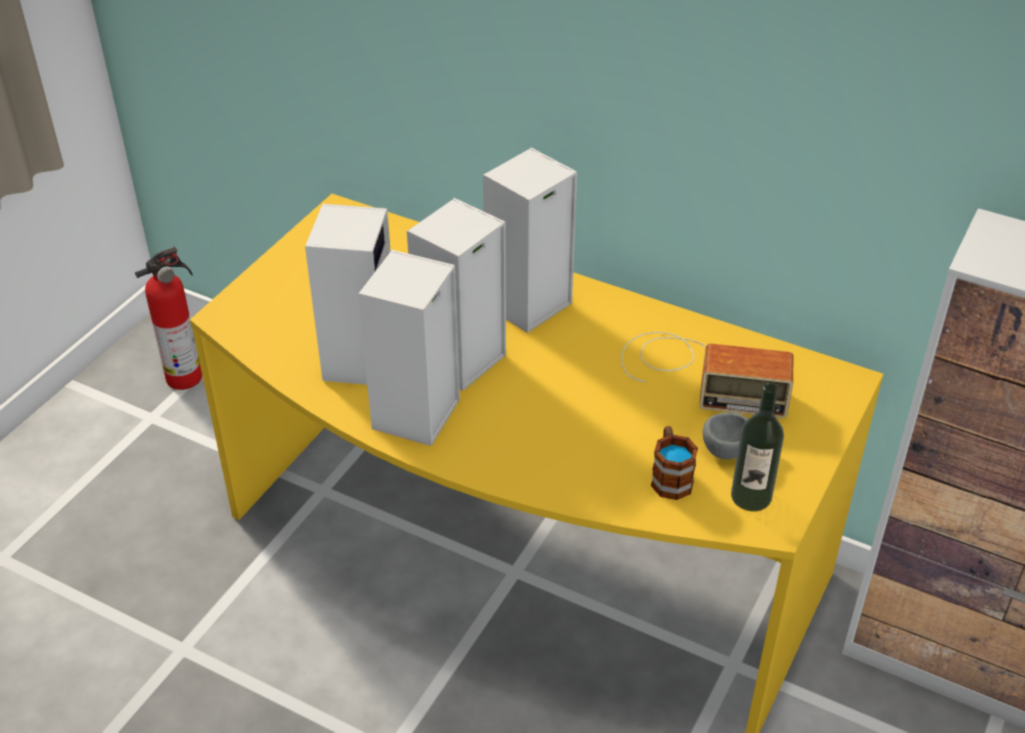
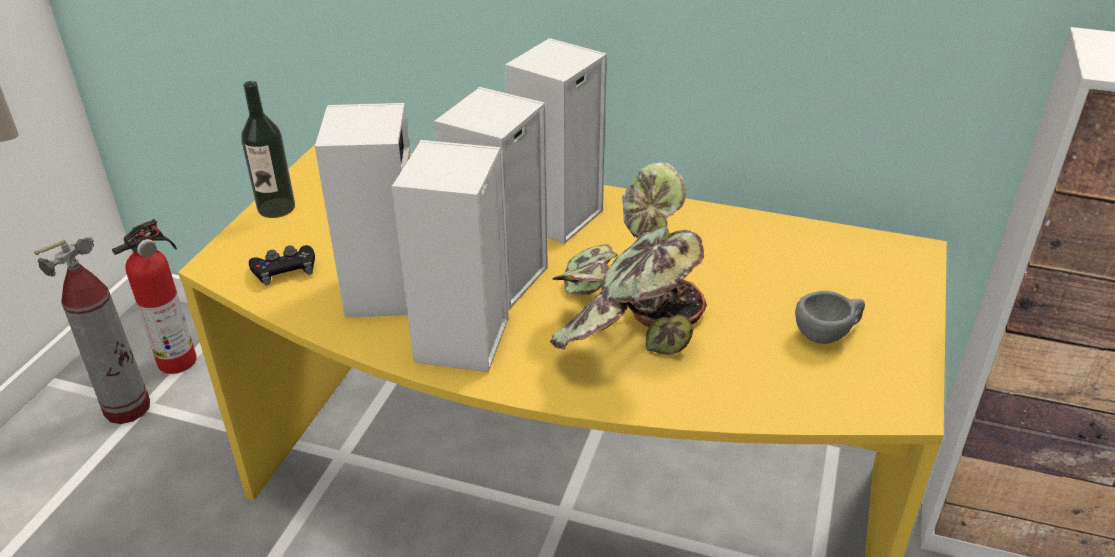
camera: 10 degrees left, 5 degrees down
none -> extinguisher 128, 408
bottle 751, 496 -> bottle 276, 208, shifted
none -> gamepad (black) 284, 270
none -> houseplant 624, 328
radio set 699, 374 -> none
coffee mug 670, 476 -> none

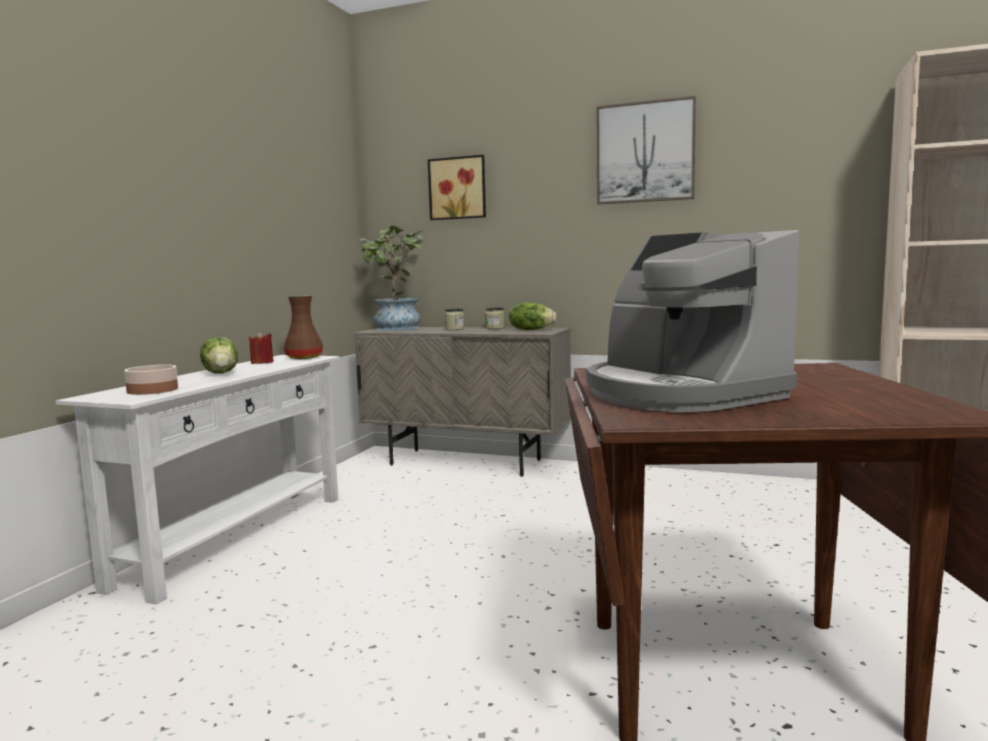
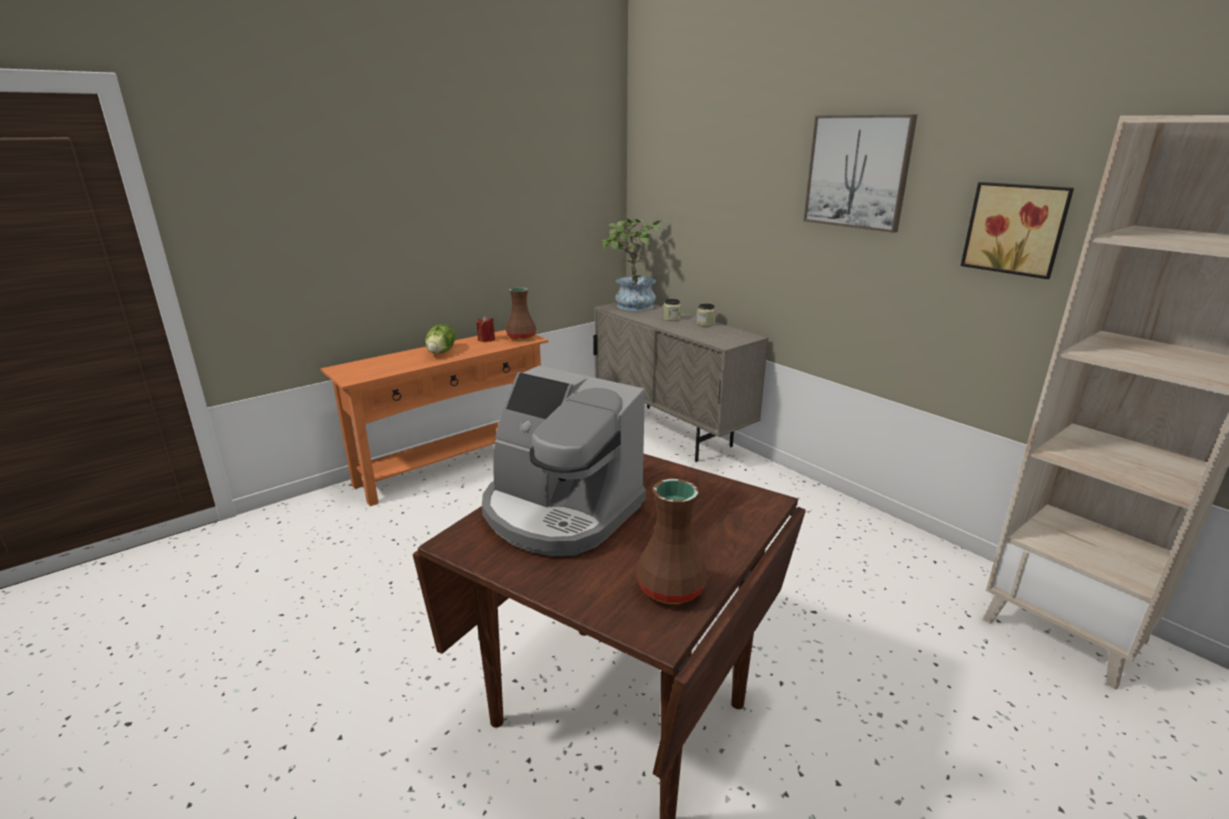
camera: 30 degrees right, 15 degrees up
hall table (white-coloured) 235, 538 -> hall table (orange-coloured) 453, 464
coffee brewer 679, 393 -> coffee brewer 559, 512, 60 degrees counterclockwise
none -> vase (brownish) 672, 589
wall art 458, 188 -> wall art 1016, 229, shifted
bowl 152, 390 -> none
lettuce 531, 330 -> none

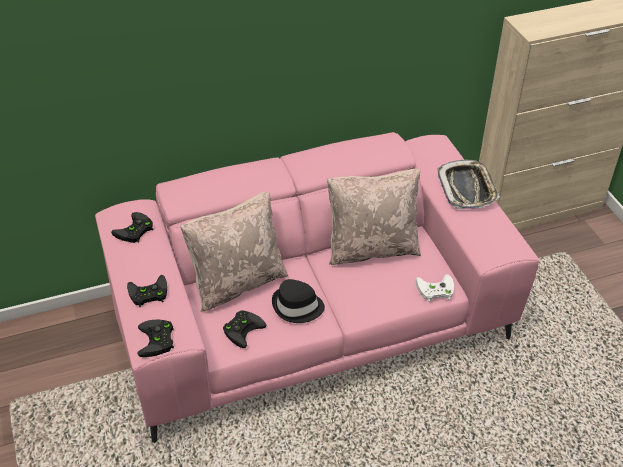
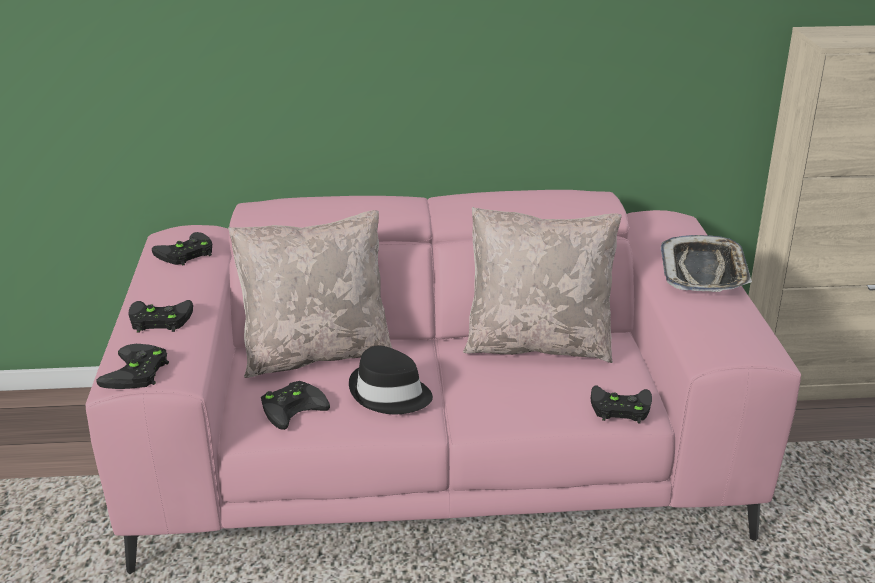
camera: 15 degrees right, 15 degrees down
gamepad (white-coloured) 434, 290 -> gamepad (black) 618, 408

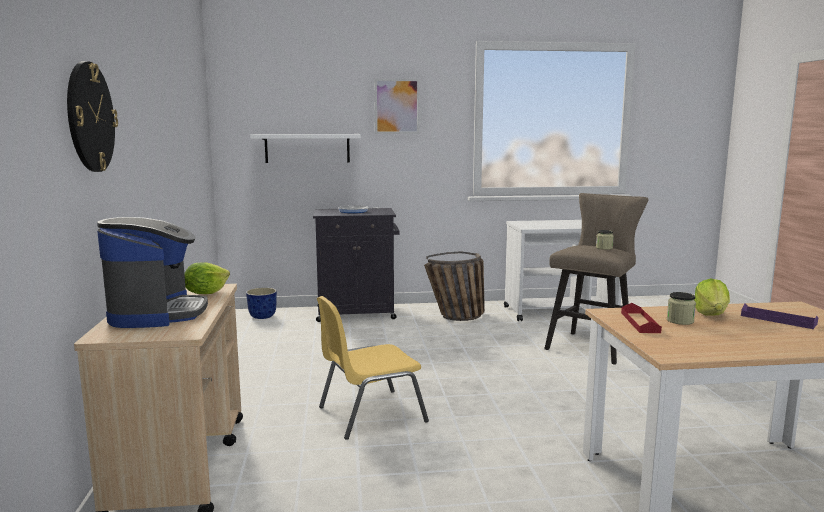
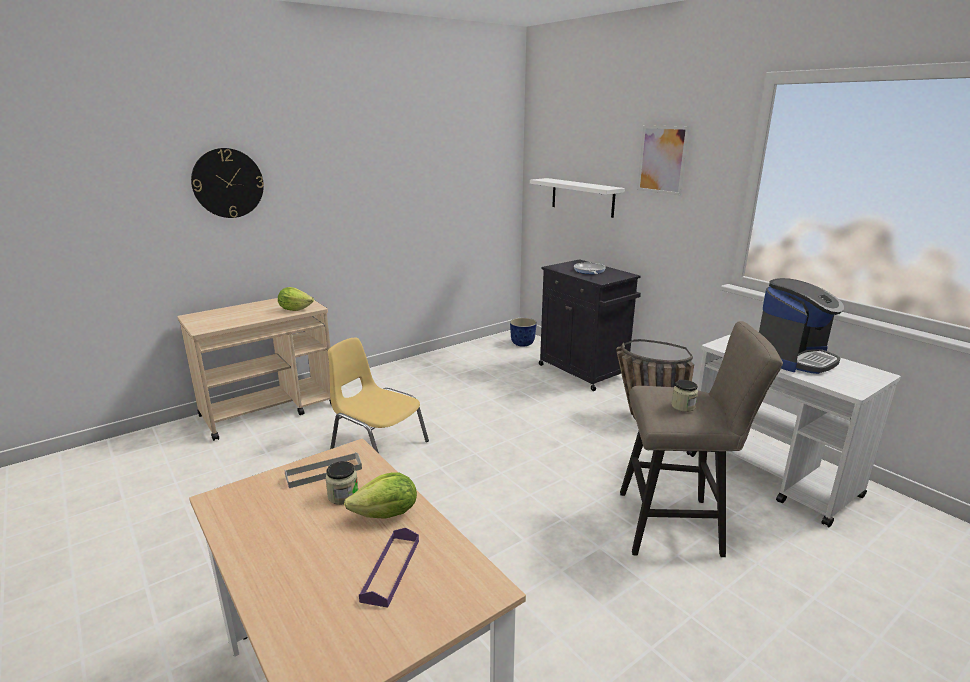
camera: 60 degrees right, 10 degrees up
tray (reddish) 640, 322 -> tray (grey) 324, 472
coffee brewer 157, 313 -> coffee brewer 794, 358, shifted

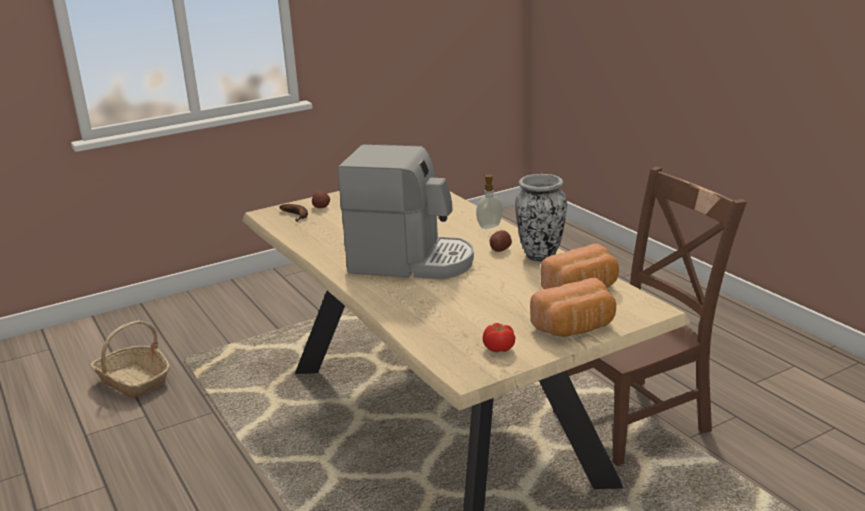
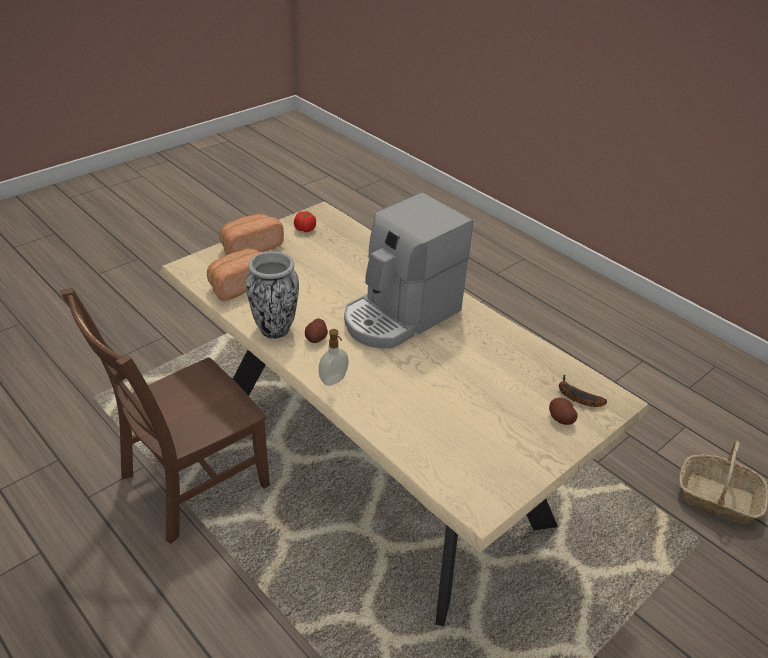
camera: 165 degrees right, 15 degrees up
coffee brewer 411, 262 -> coffee brewer 400, 316, 45 degrees counterclockwise

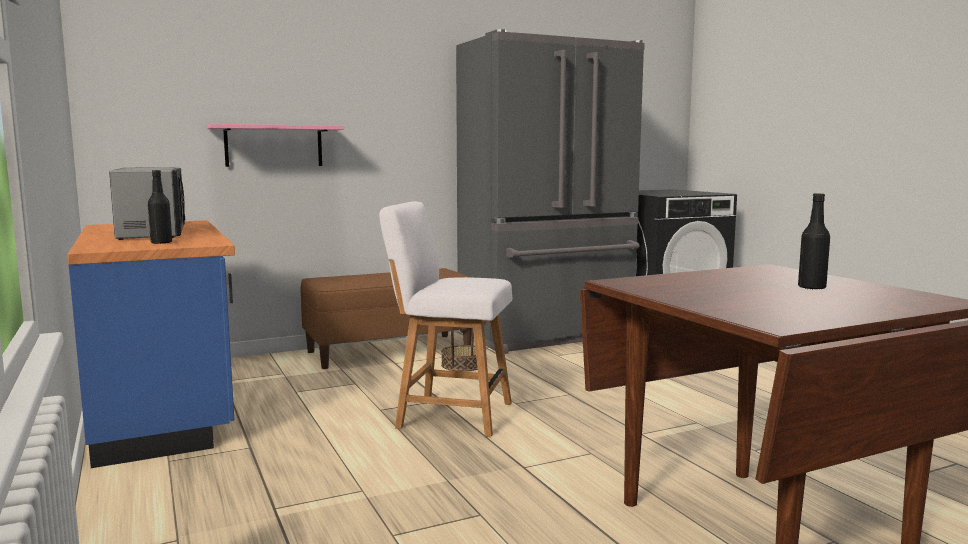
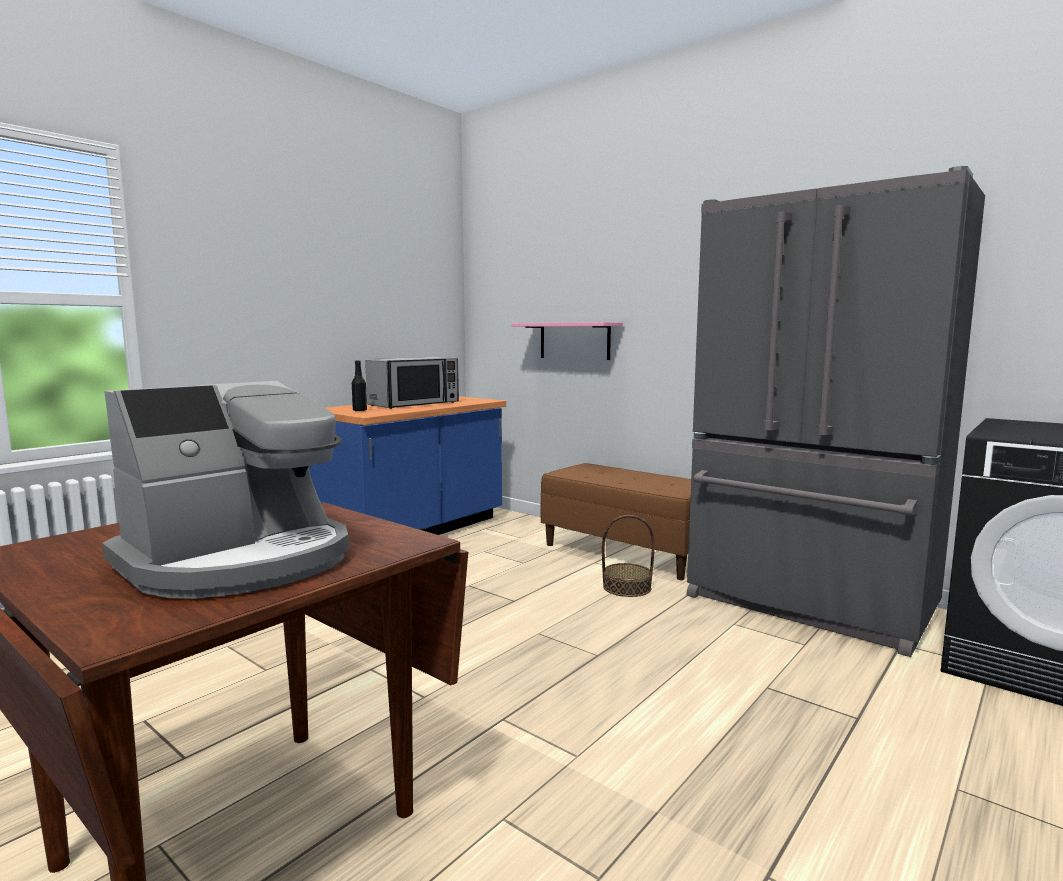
camera: 65 degrees right, 0 degrees up
bottle (black) 811, 288 -> coffee brewer 240, 561
plain chair (white-coloured) 449, 414 -> none

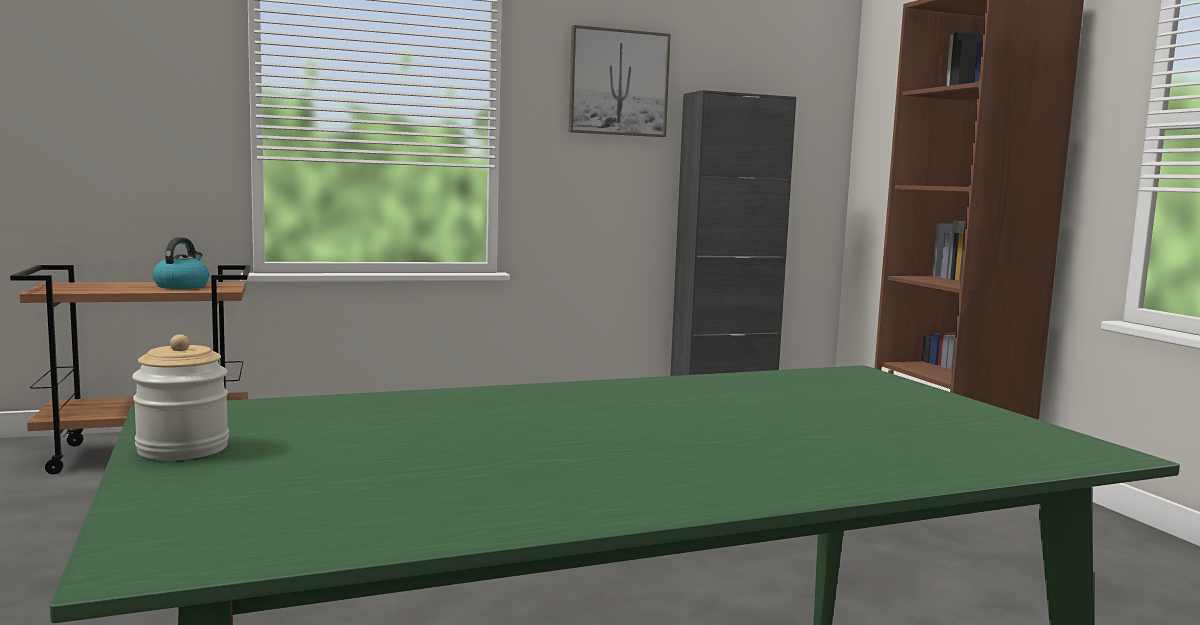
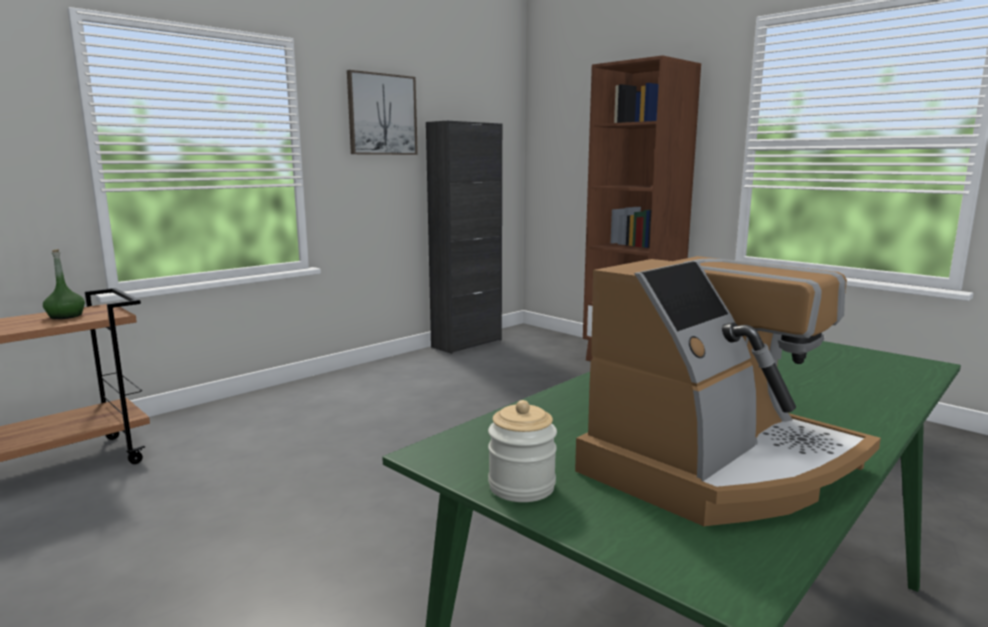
camera: 25 degrees left, 5 degrees up
water kettle 182, 286 -> bottle (greenish) 65, 316
none -> coffee brewer 719, 466

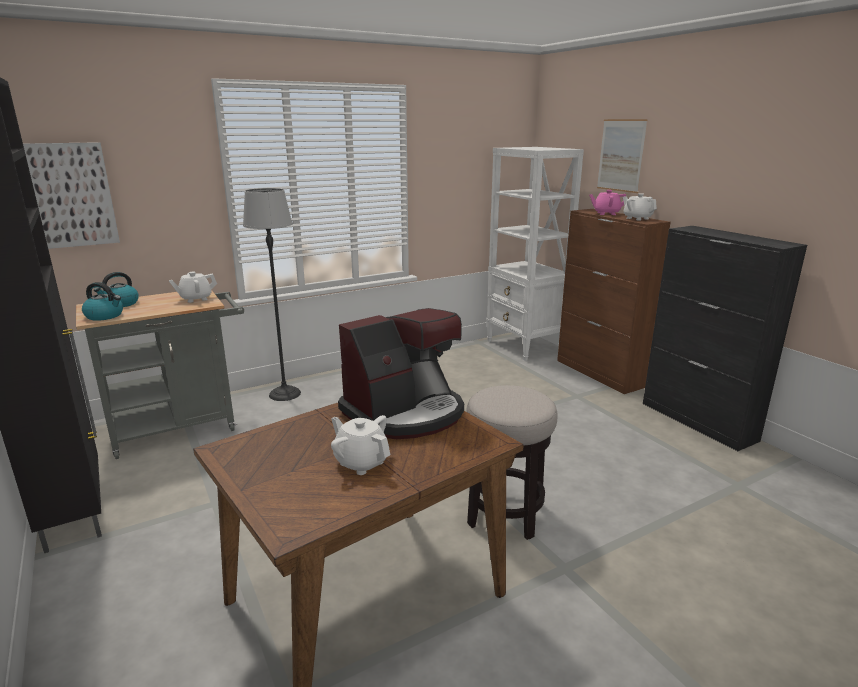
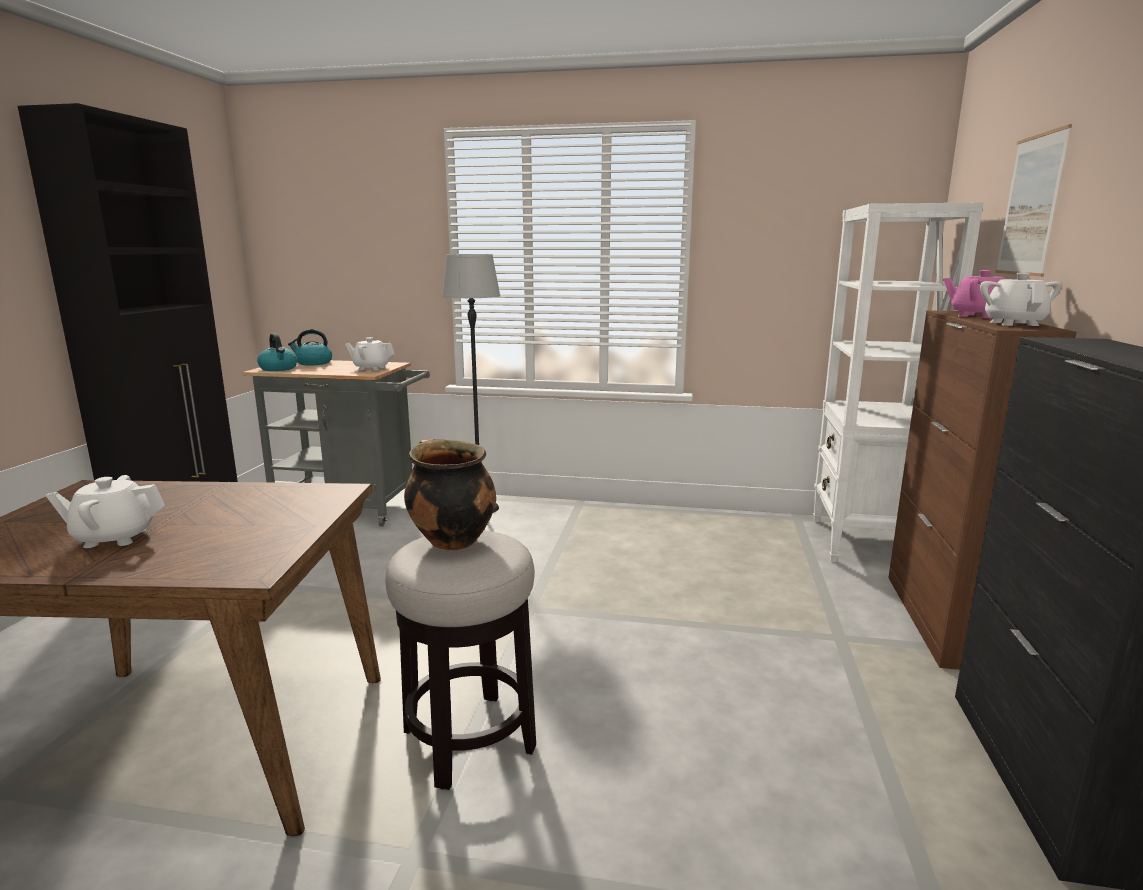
camera: 40 degrees right, 5 degrees down
teapot (white-coloured) 361, 462 -> teapot (white-coloured) 114, 537, 90 degrees counterclockwise
none -> stockpot 451, 541
wall art 73, 195 -> none
coffee brewer 405, 413 -> none

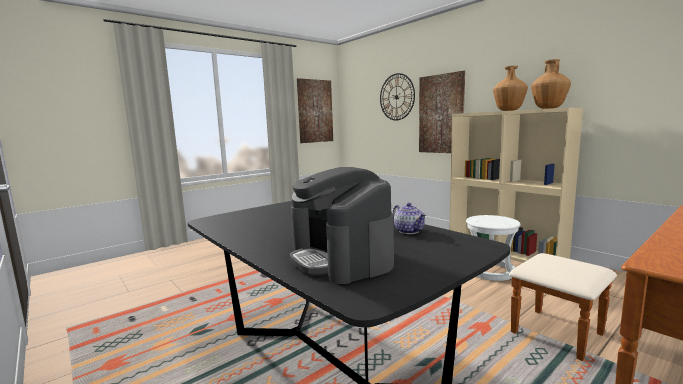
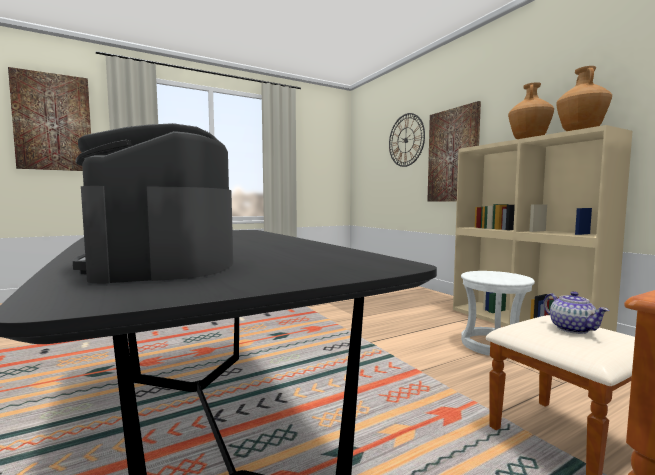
camera: 10 degrees right, 5 degrees down
wall art 315, 111 -> wall art 53, 122, shifted
teapot 409, 231 -> teapot 572, 329, shifted

